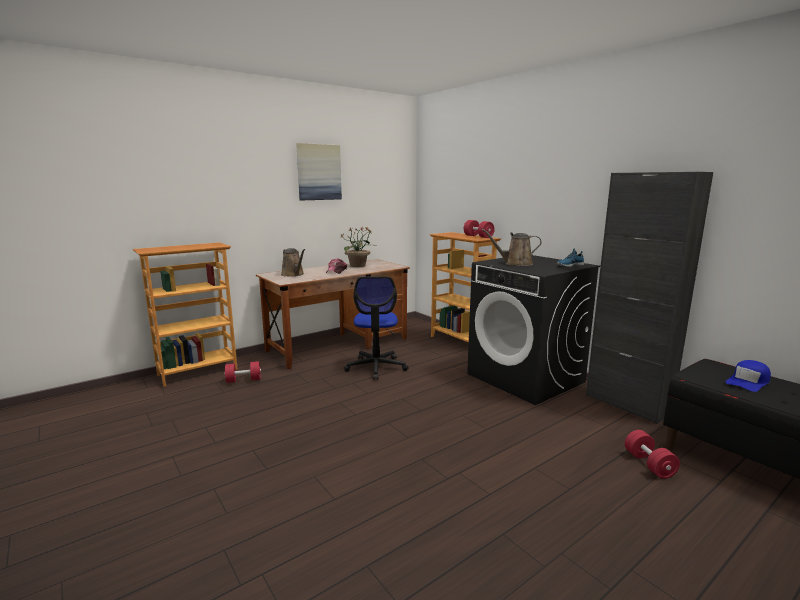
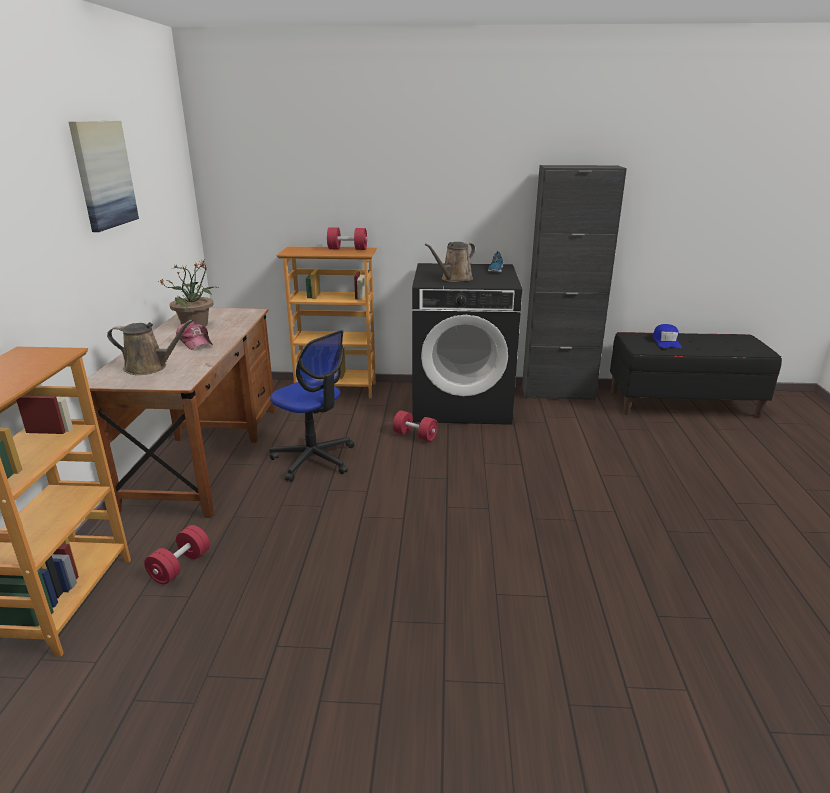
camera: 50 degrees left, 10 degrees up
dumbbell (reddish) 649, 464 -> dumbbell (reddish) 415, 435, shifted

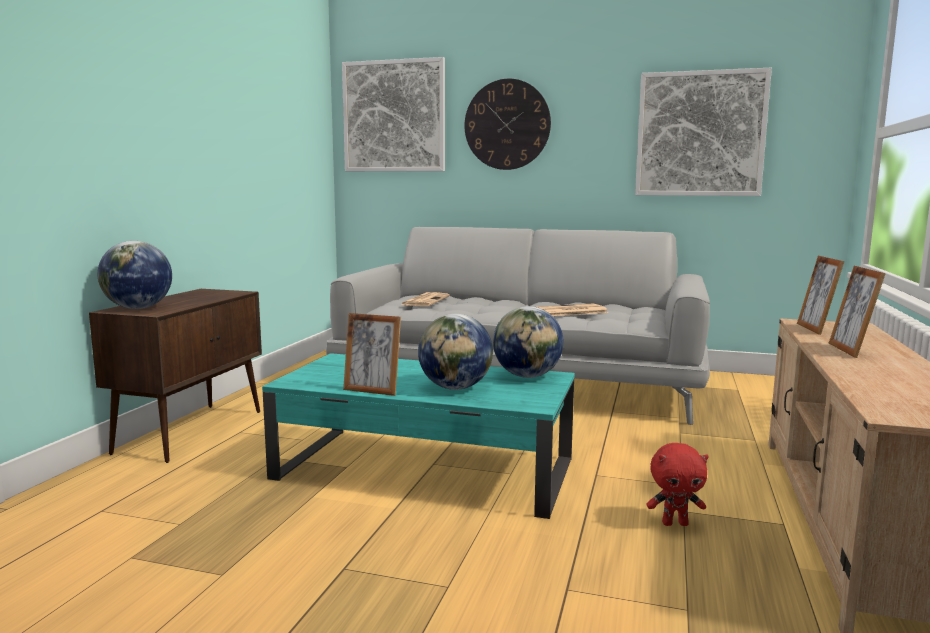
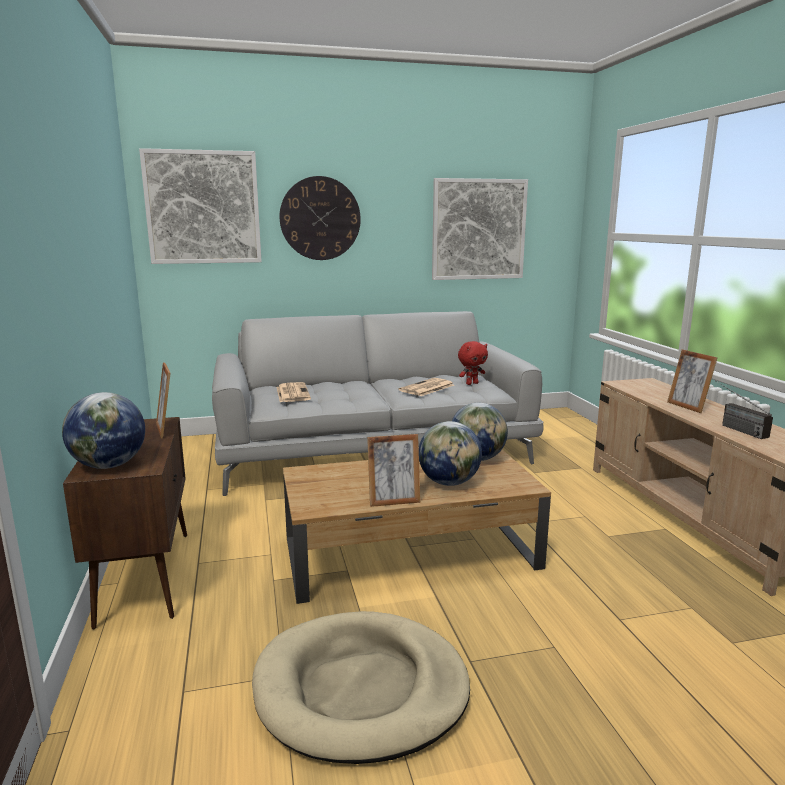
camera: 30 degrees left, 5 degrees up
picture frame 815, 329 -> picture frame 166, 430, shifted
none -> dog bed (beige) 361, 689
coffee table (turquoise) 426, 469 -> coffee table (brownish) 411, 552
cuddly toy (reddish) 675, 523 -> cuddly toy (reddish) 471, 383, shifted
none -> radio set 733, 427

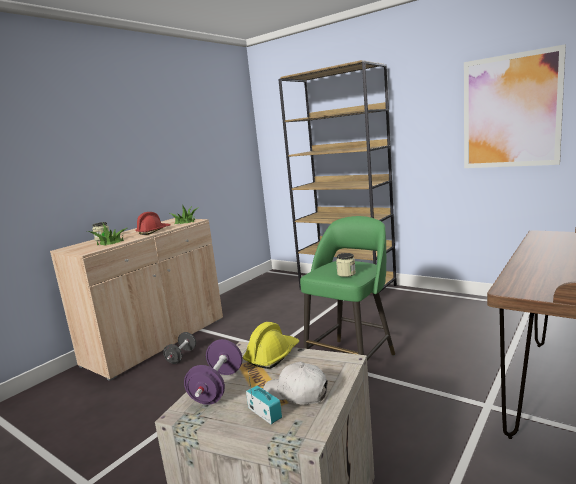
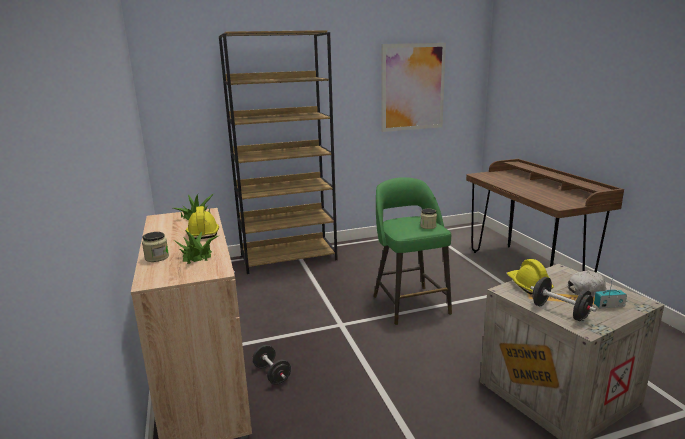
camera: 55 degrees left, 5 degrees up
work helmet (reddish) 153, 231 -> work helmet (yellow) 203, 232
dumbbell (purplish) 217, 387 -> dumbbell (black) 559, 311
peaked cap (white-coloured) 296, 393 -> peaked cap (white-coloured) 591, 292, 150 degrees counterclockwise

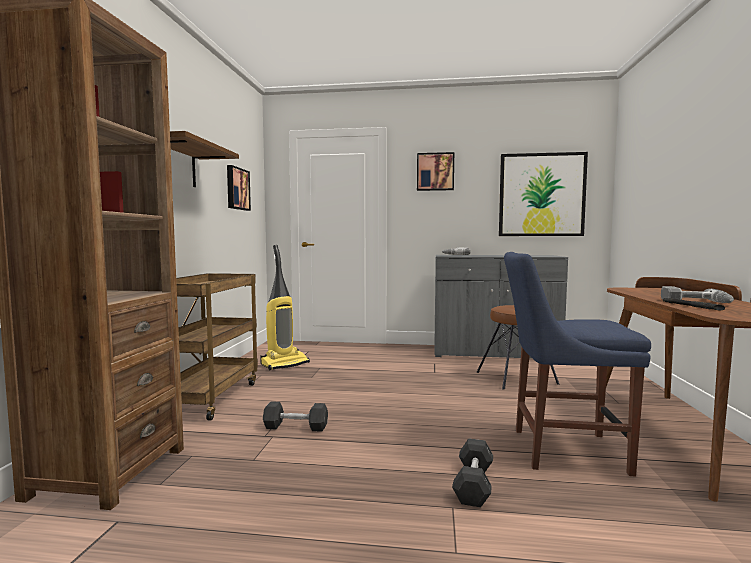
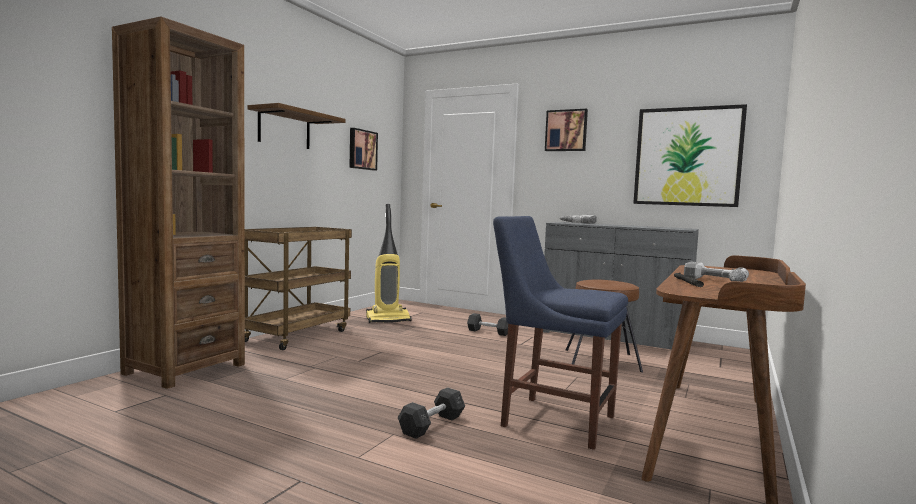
camera: 20 degrees right, 0 degrees up
dumbbell (grey) 296, 427 -> dumbbell (grey) 488, 332, shifted

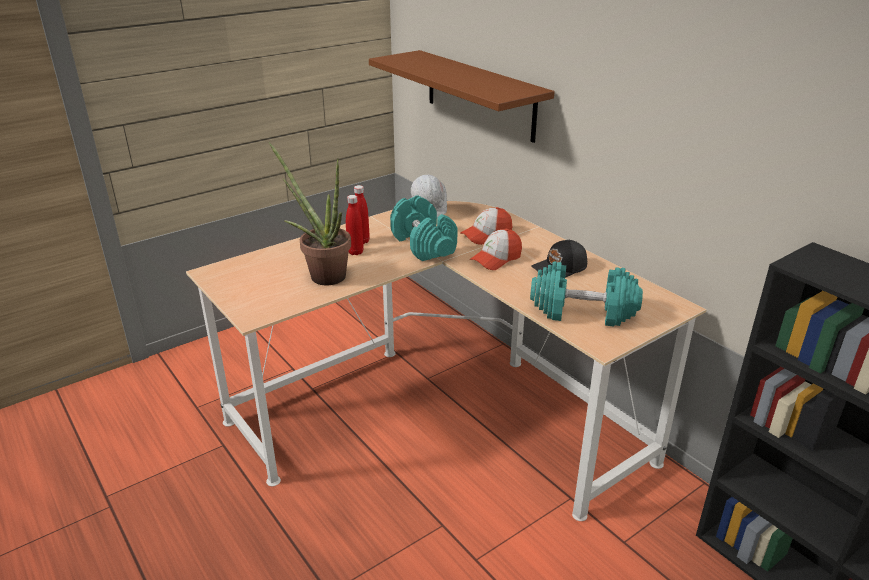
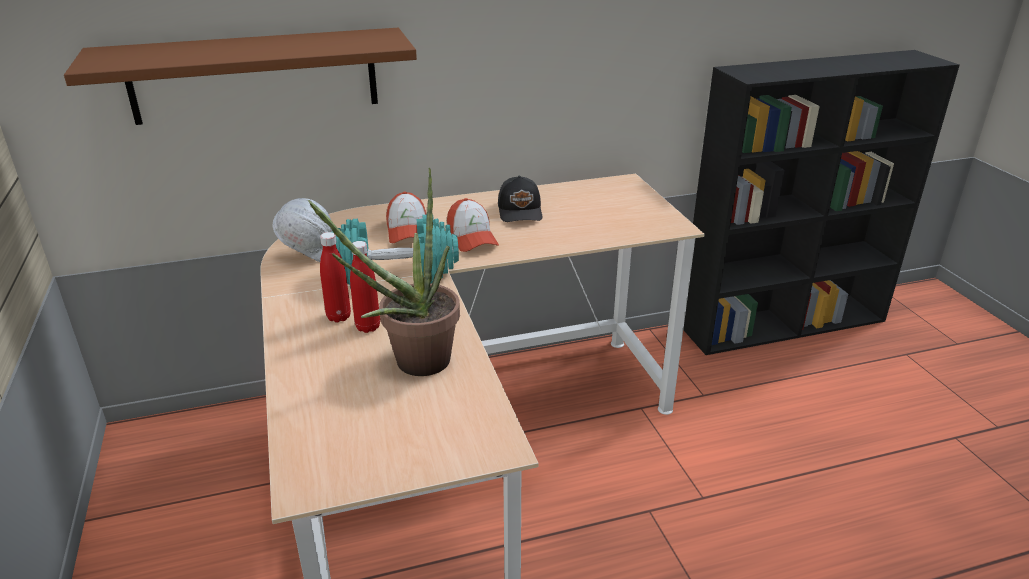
camera: 70 degrees left, 0 degrees up
dumbbell (turquoise) 582, 312 -> none

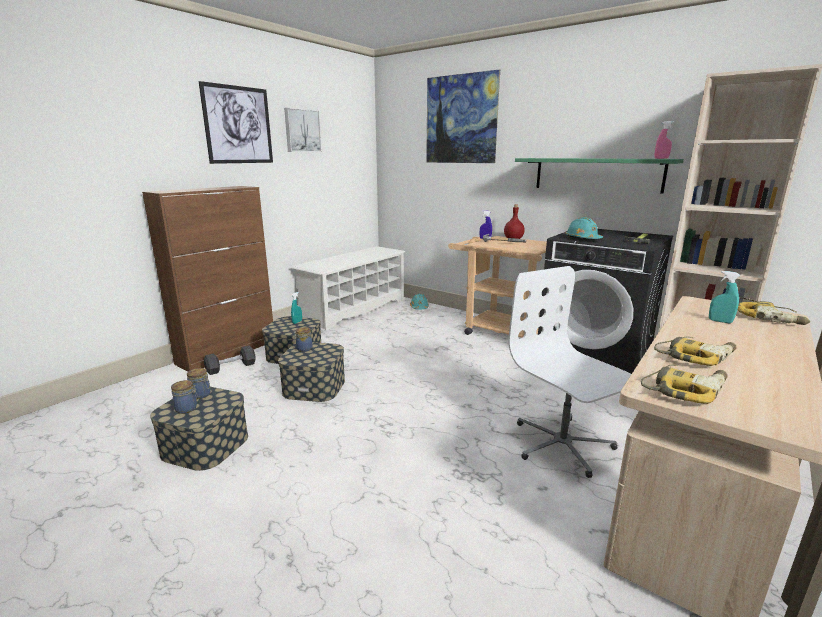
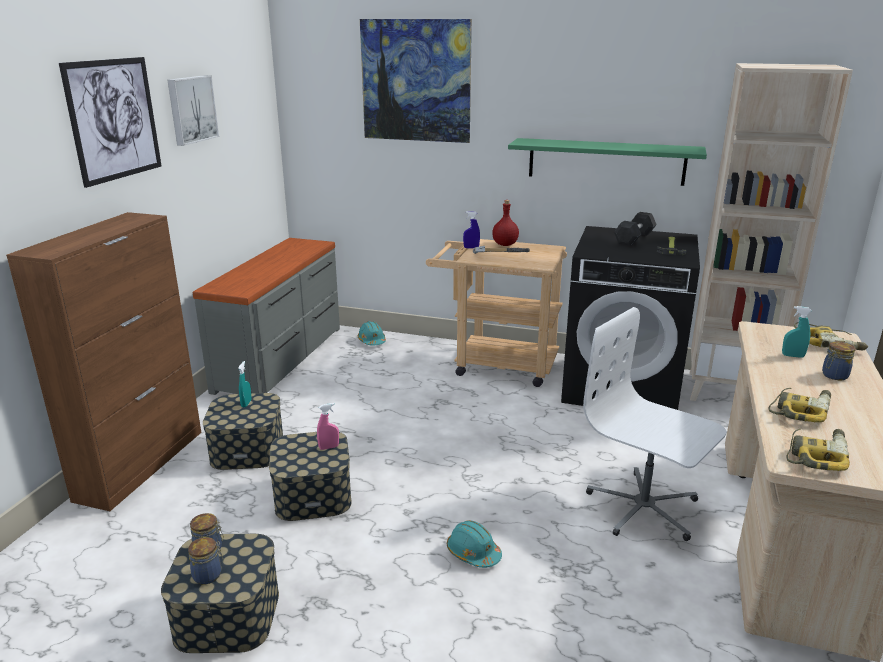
camera: 20 degrees left, 5 degrees up
shoe stand (white-coloured) 354, 310 -> dresser (grey) 282, 358
sprayer (pink-coloured) 661, 158 -> sprayer (pink-coloured) 329, 447, shifted
work helmet (turquoise) 582, 239 -> work helmet (turquoise) 473, 553, shifted
dumbbell (black) 231, 367 -> dumbbell (black) 634, 238, shifted
preserve jar 303, 349 -> preserve jar 834, 376, shifted

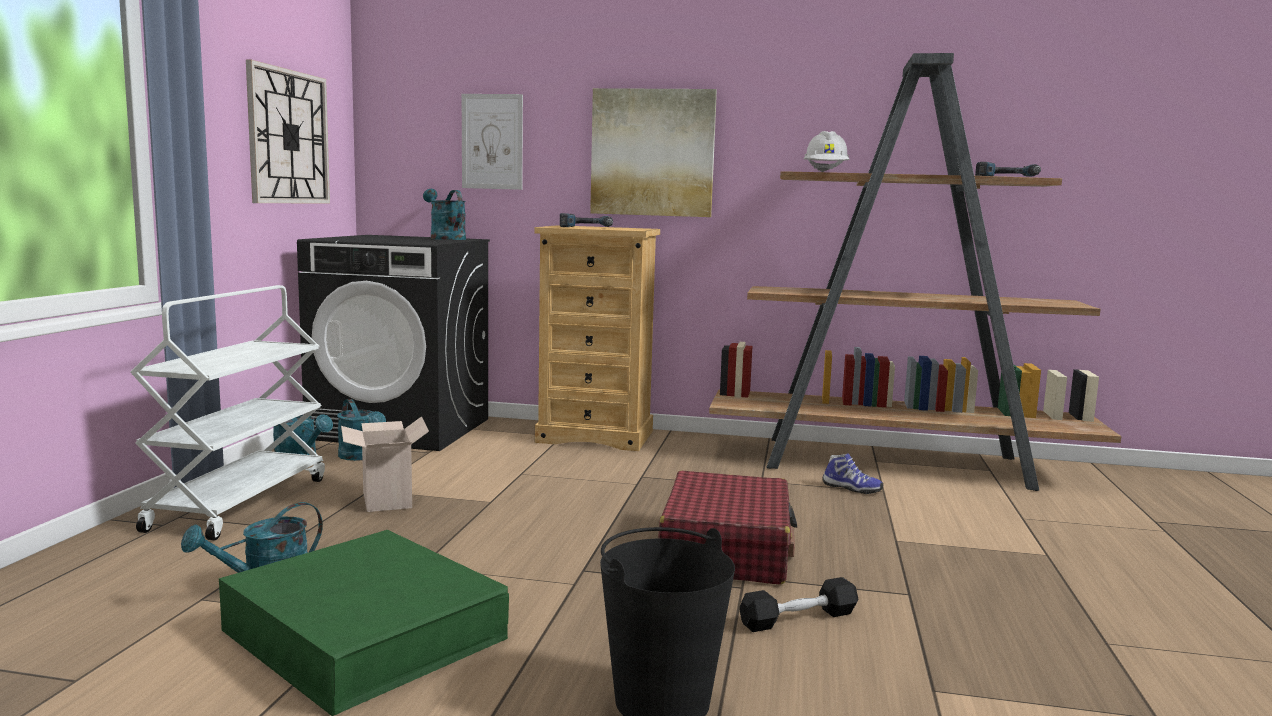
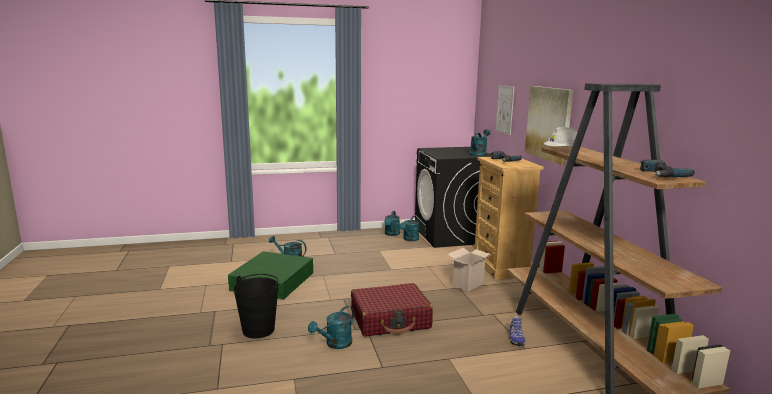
camera: 65 degrees right, 5 degrees up
dumbbell (black) 798, 619 -> watering can (turquoise) 335, 344
cardboard box 385, 499 -> cardboard box 468, 284, shifted
wheeled cart (white-coloured) 239, 503 -> none
hanging clock 288, 137 -> none

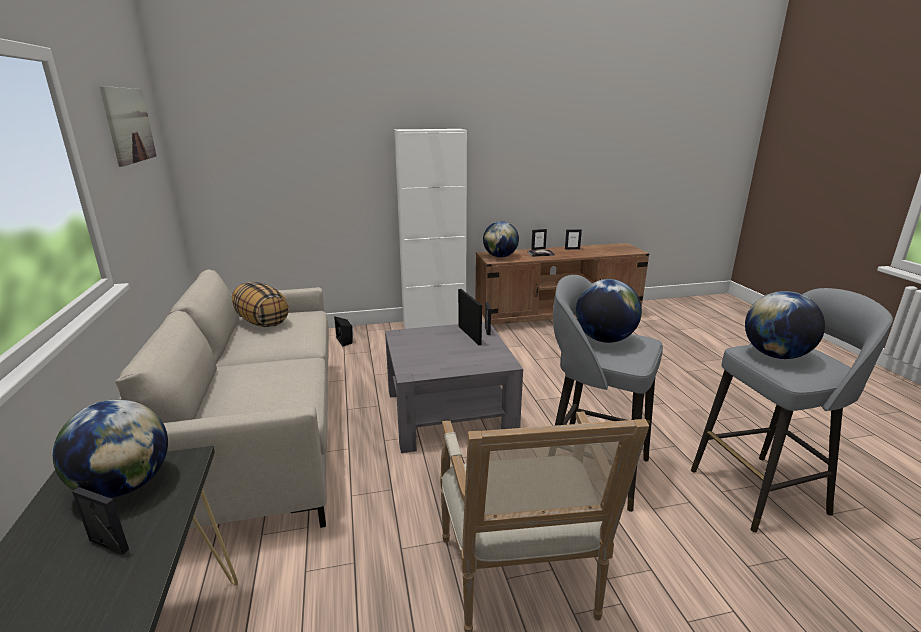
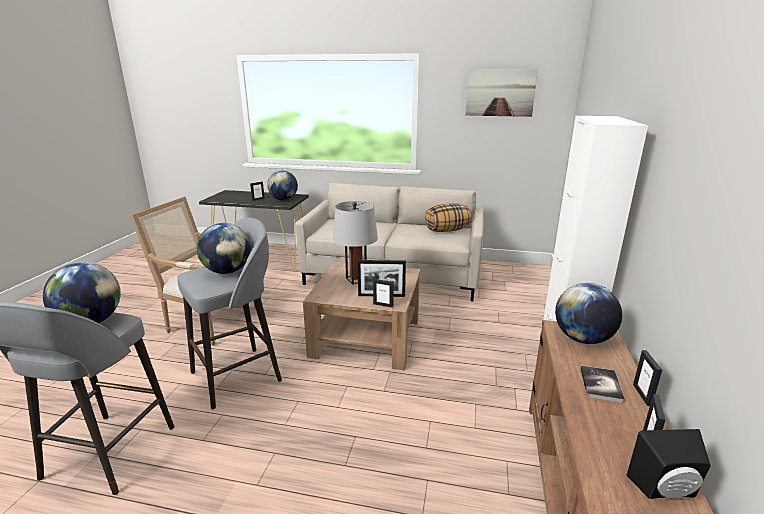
camera: 115 degrees right, 0 degrees up
coffee table (grey) 449, 412 -> coffee table (brownish) 366, 337
none -> table lamp (grey) 356, 279
audio speaker (black) 346, 341 -> audio speaker (black) 665, 490, shifted

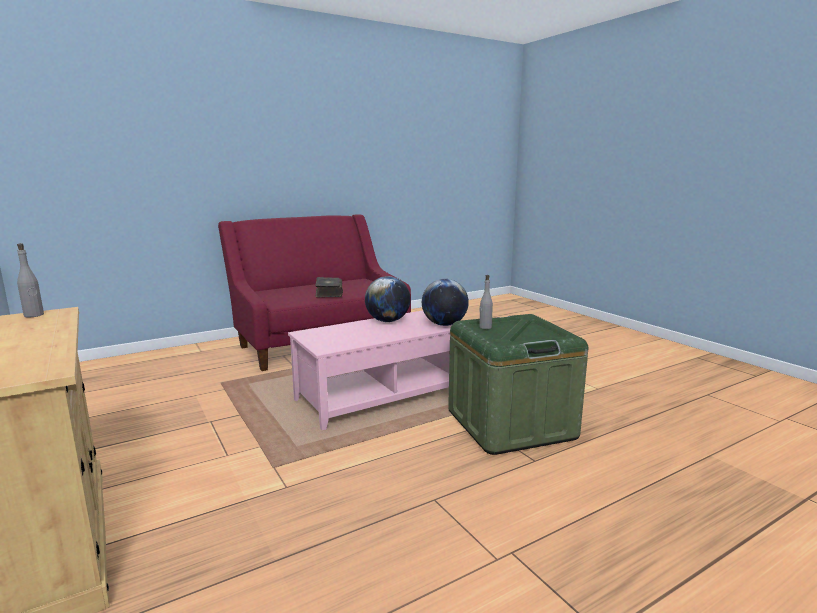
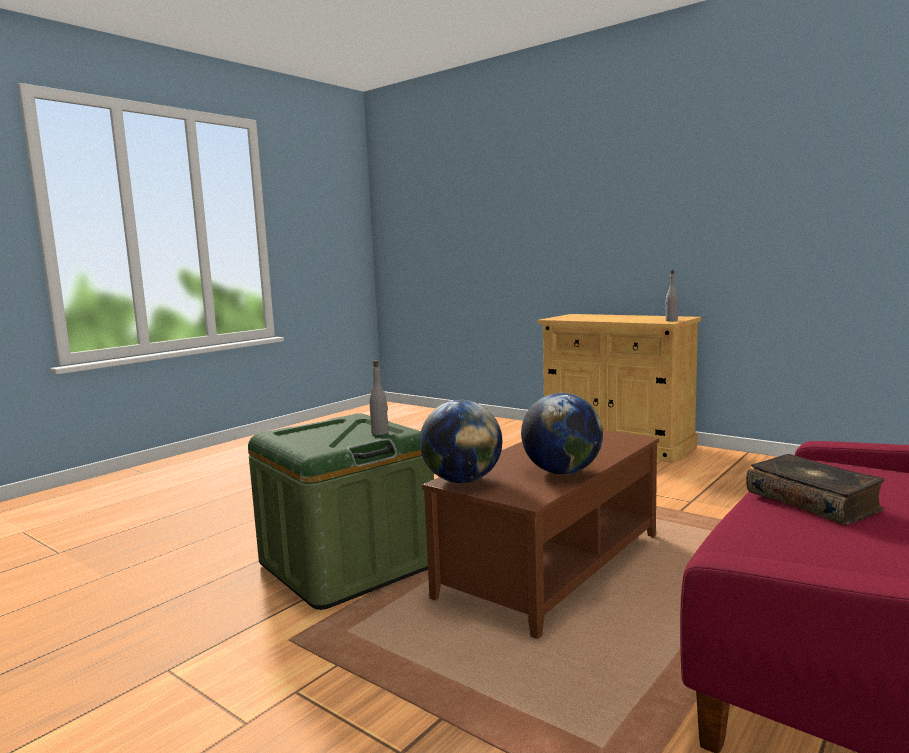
camera: 160 degrees right, 5 degrees down
coffee table (pink-coloured) 379, 396 -> coffee table (brownish) 554, 566

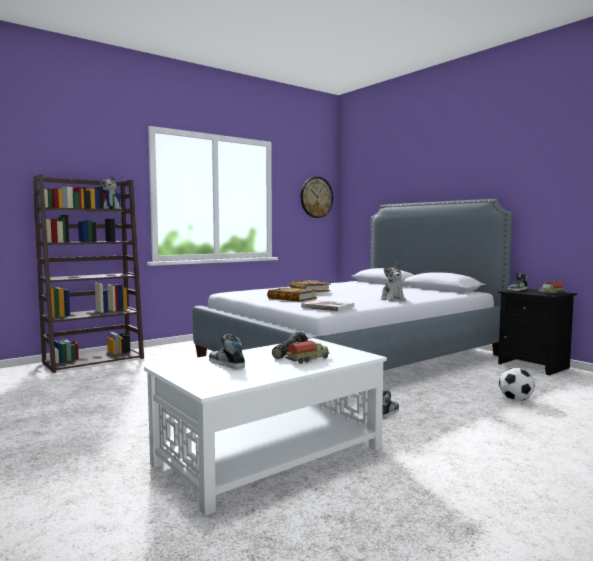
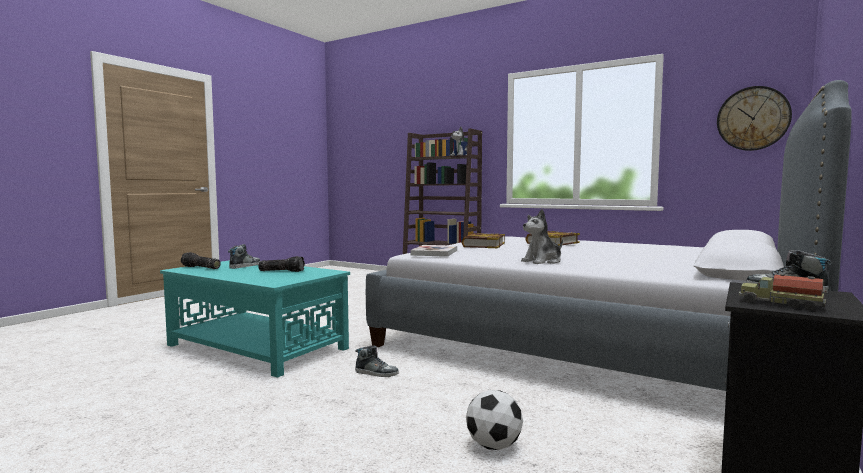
camera: 70 degrees right, 0 degrees up
coffee table (white-coloured) 268, 456 -> coffee table (turquoise) 256, 346
none -> flashlight 200, 268
toy lorry 308, 359 -> none

